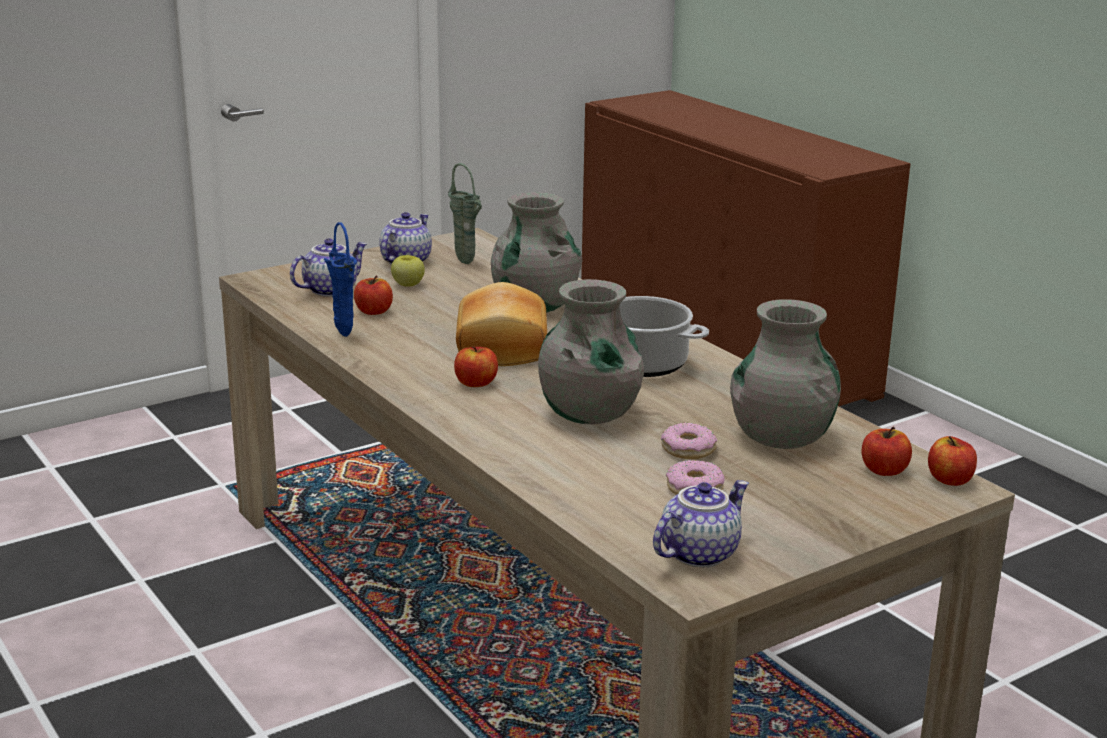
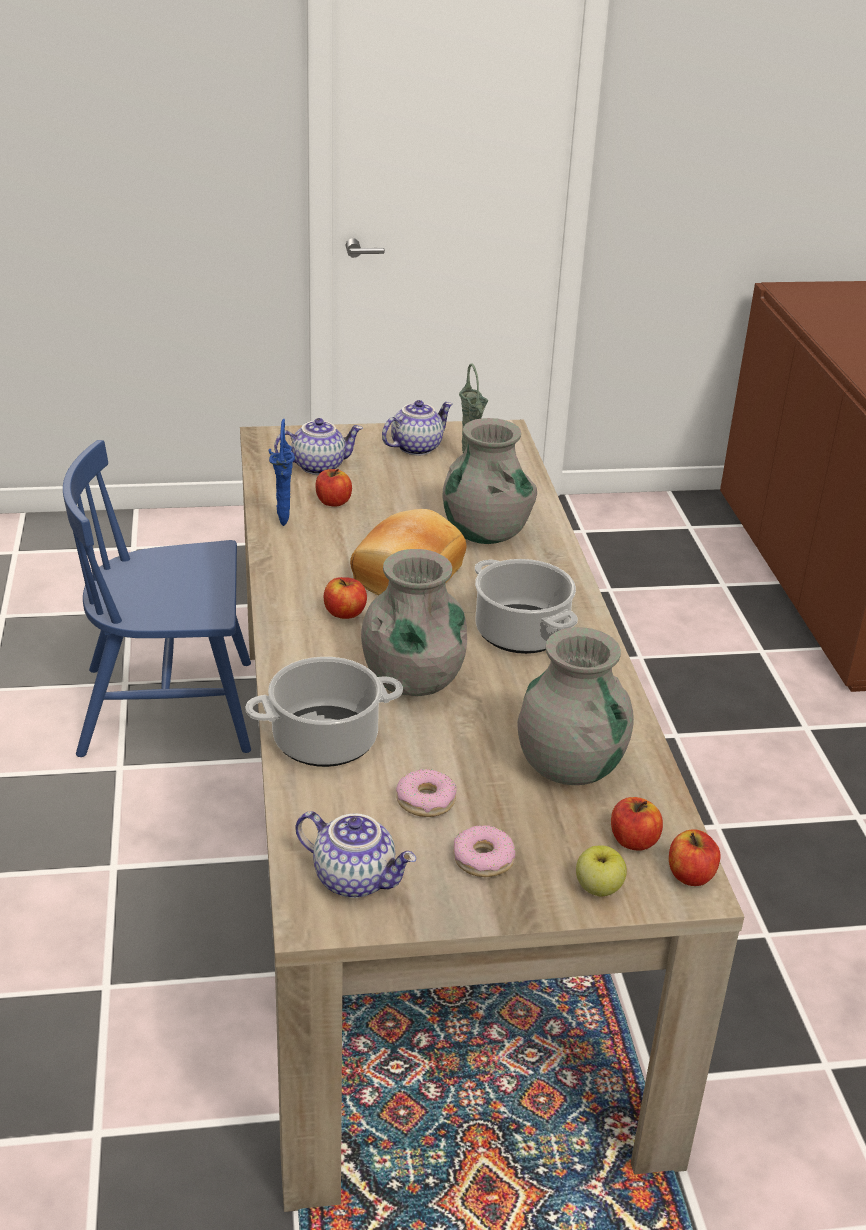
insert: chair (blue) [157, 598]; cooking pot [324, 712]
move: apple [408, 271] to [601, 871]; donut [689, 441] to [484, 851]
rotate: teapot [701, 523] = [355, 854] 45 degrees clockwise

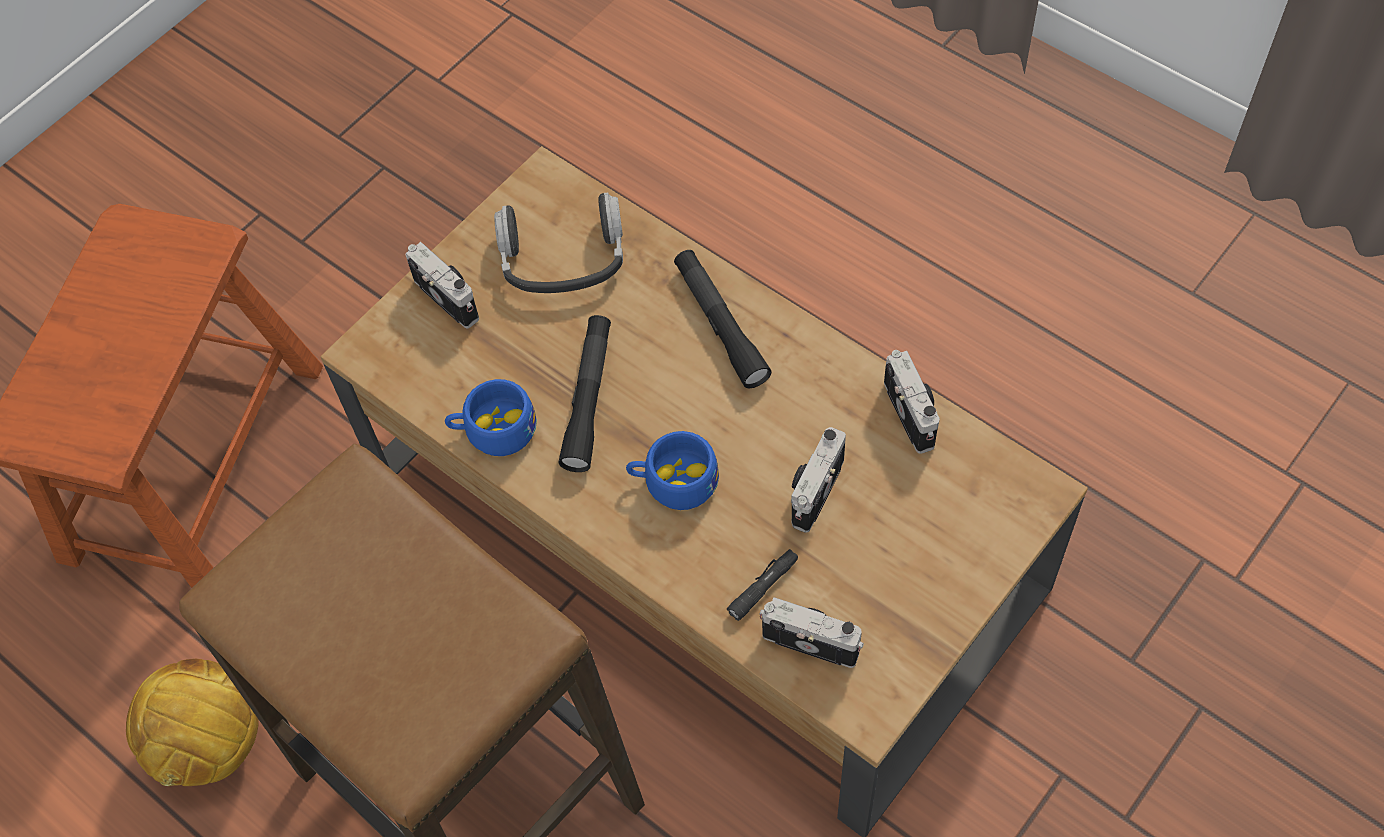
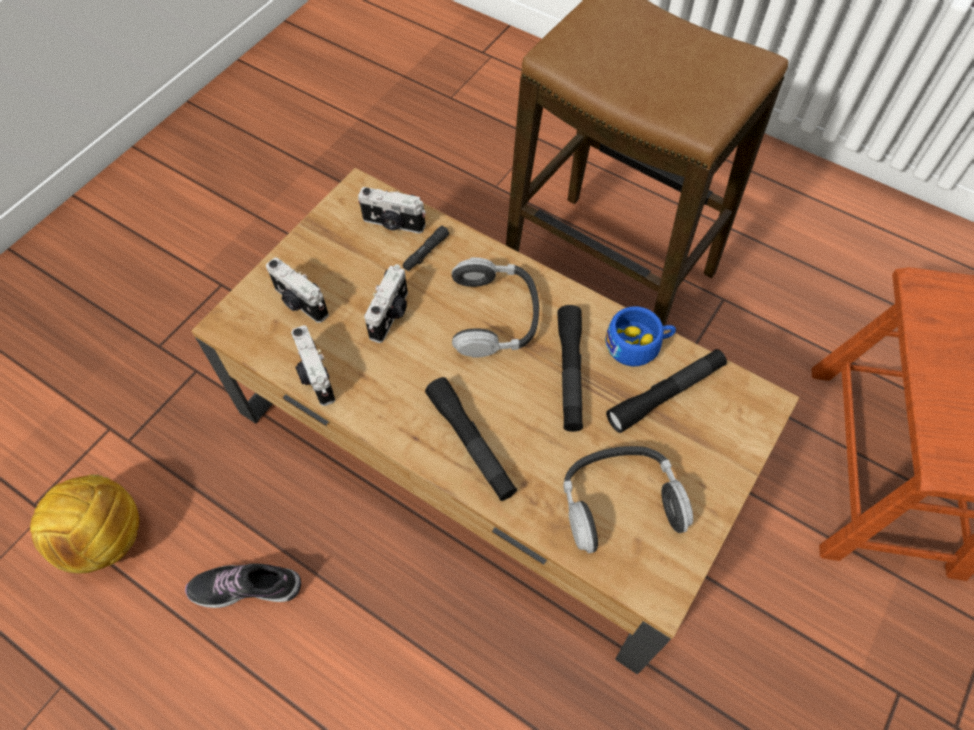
insert: shoe [243, 585]; flashlight (black) [666, 391]
move: football [192, 722] to [84, 524]; photo camera [442, 285] to [297, 290]
replace: cup (blue) [672, 470] to headphones [495, 307]

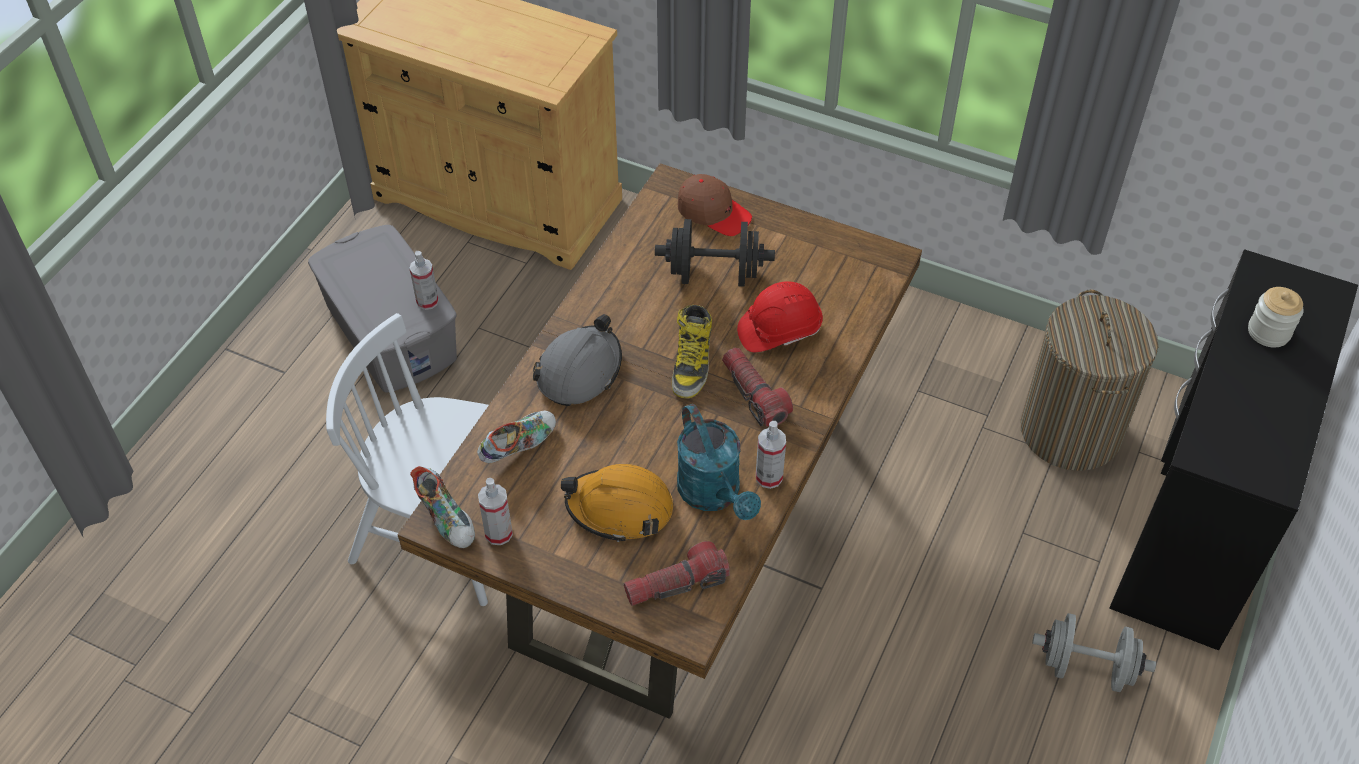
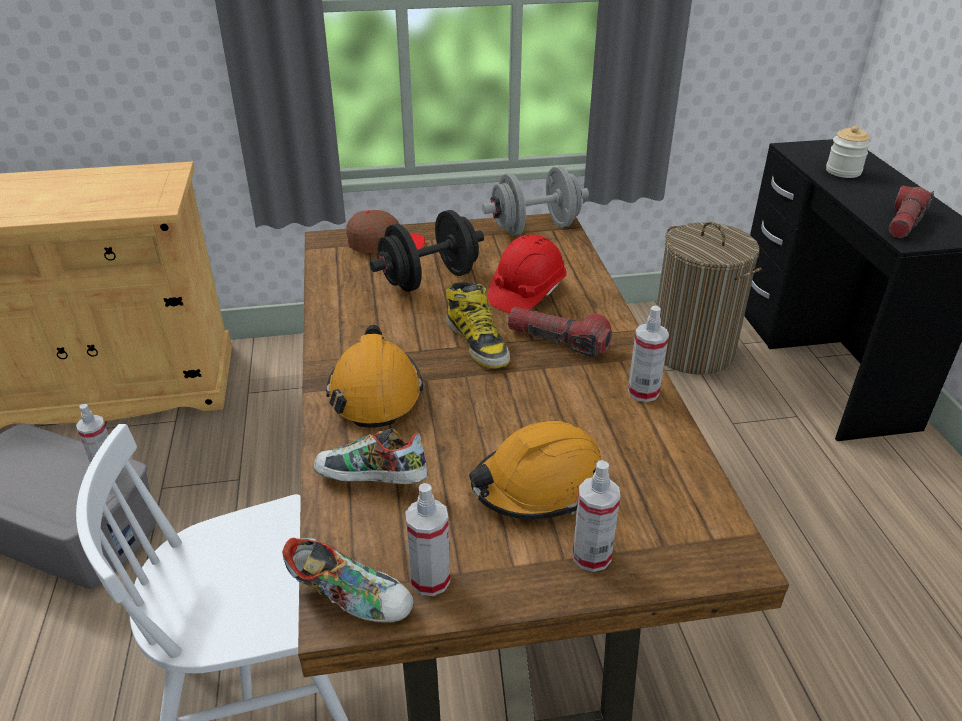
delete: watering can (turquoise) [719, 462]
insert: spray bottle [596, 516]
move: flashlight [677, 573] to [911, 211]; dumbbell (grey) [1094, 652] to [535, 201]
recolor: hard hat (grey) [577, 360] to hard hat (orange) [374, 376]
rotate: shoe [516, 437] = [370, 456] 90 degrees counterclockwise

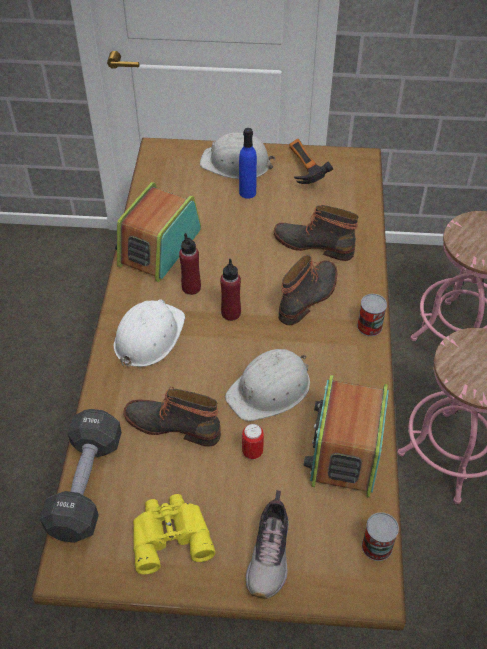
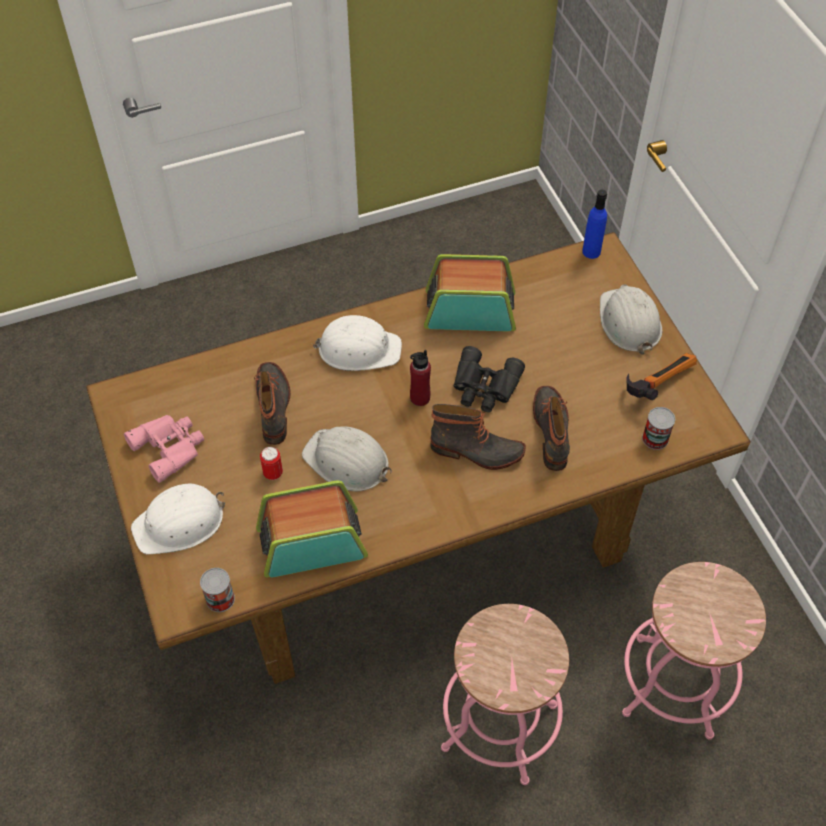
delete: dumbbell (black) [81, 476]; bottle (red) [190, 264]
insert: binoculars (black) [489, 379]
move: bottle (blue) [248, 163] to [594, 224]; can [372, 315] to [658, 428]
replace: shoe [267, 544] to hard hat (white) [178, 519]
recolor: binoculars (yellow) [174, 534] to binoculars (pink) [164, 449]

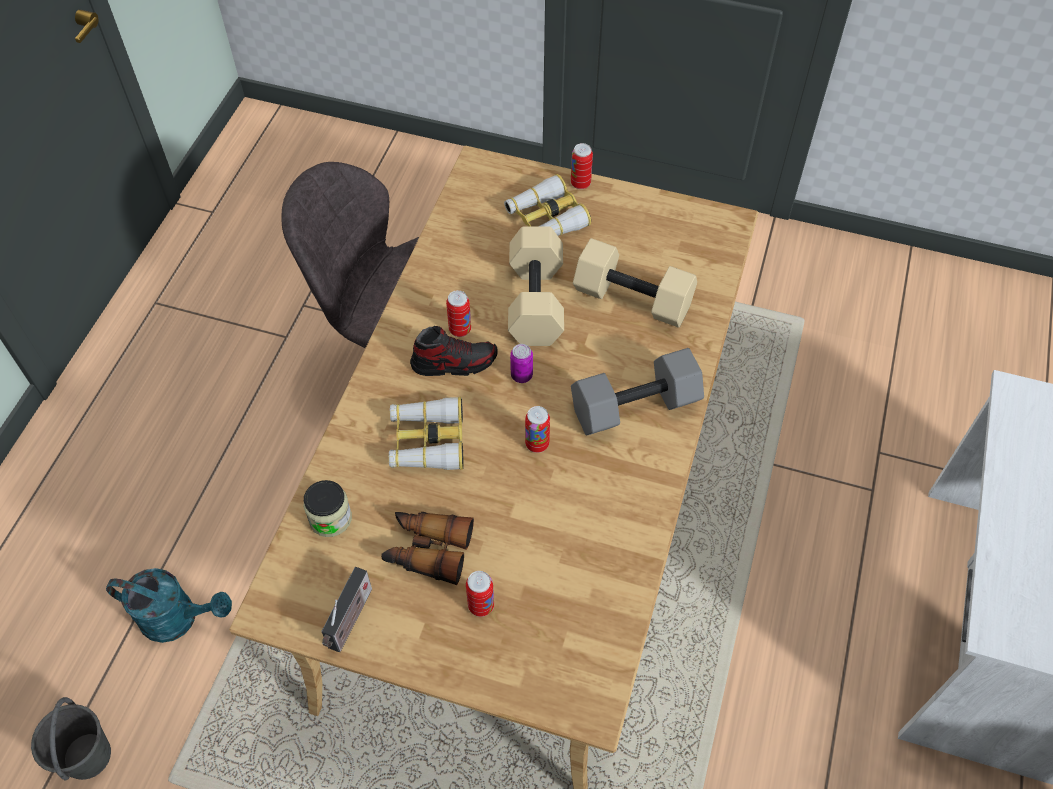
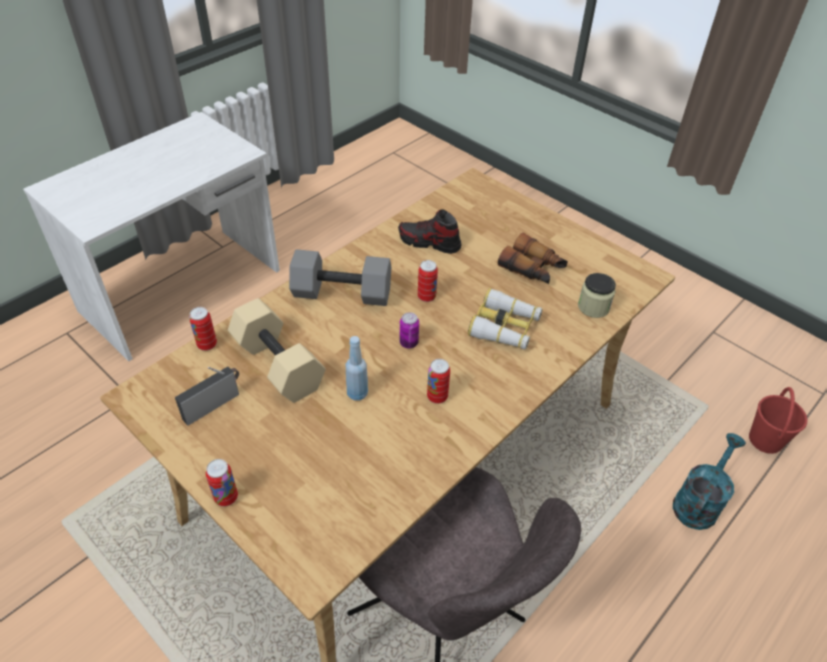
delete: binoculars [547, 205]
move: radio [346, 610] to [207, 396]; shoe [454, 351] to [429, 231]; can [480, 594] to [203, 329]
replace: dumbbell (beige) [536, 286] to bottle (blue) [356, 368]
recolor: bucket (grey) [71, 738] to bucket (red) [778, 420]
rotate: watering can (turquoise) [169, 605] = [709, 481] 90 degrees clockwise

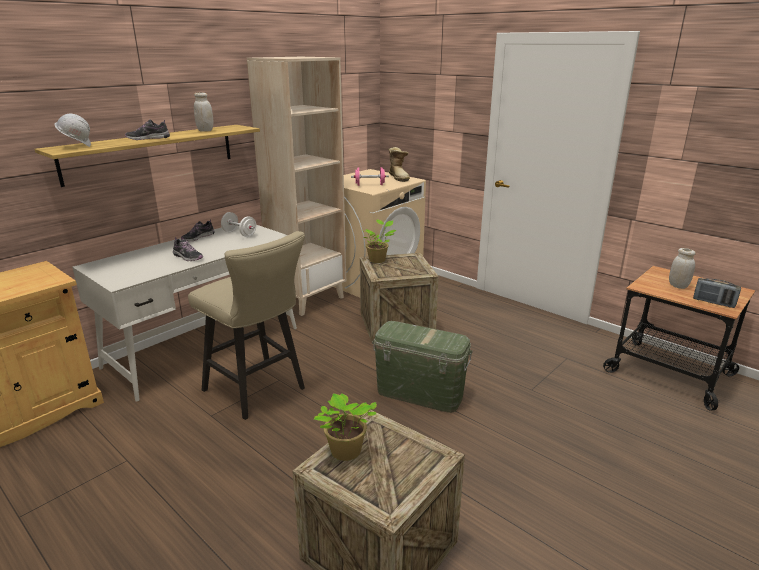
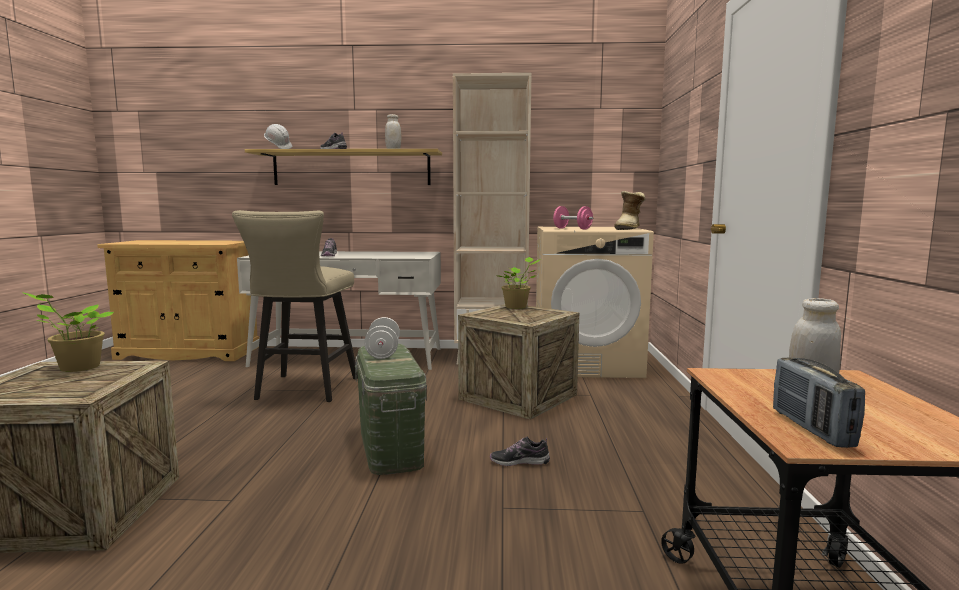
move: shoe [197, 230] to [520, 451]; dumbbell (white) [238, 224] to [382, 338]

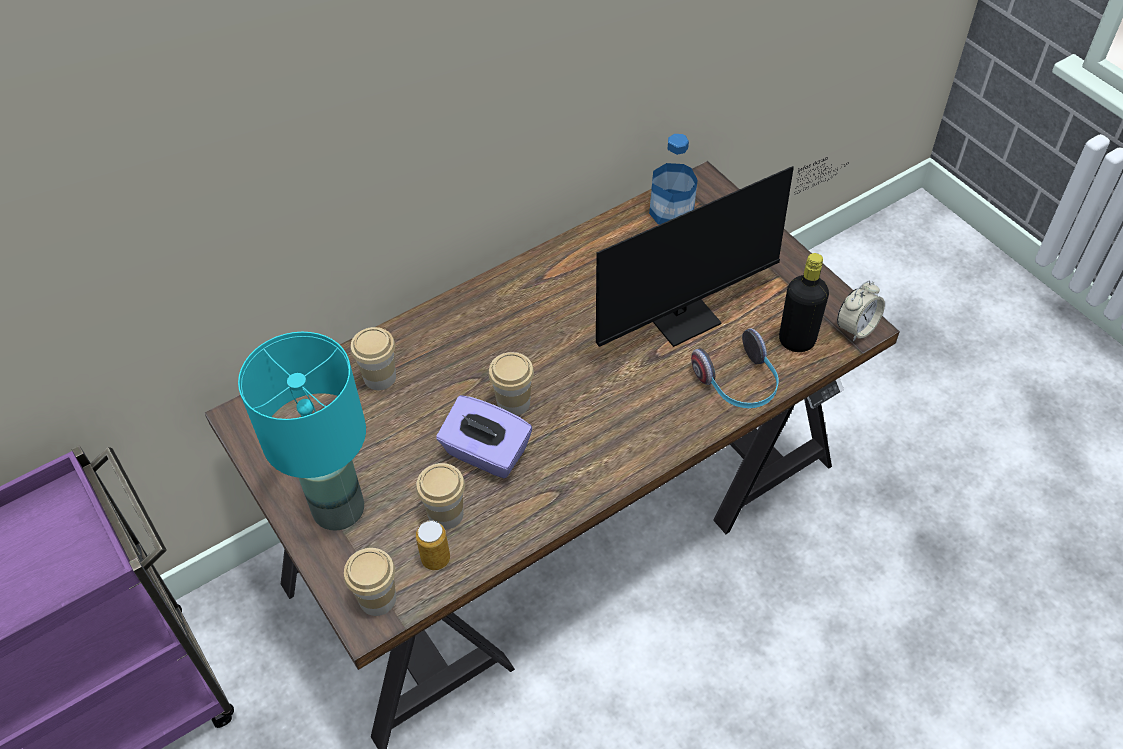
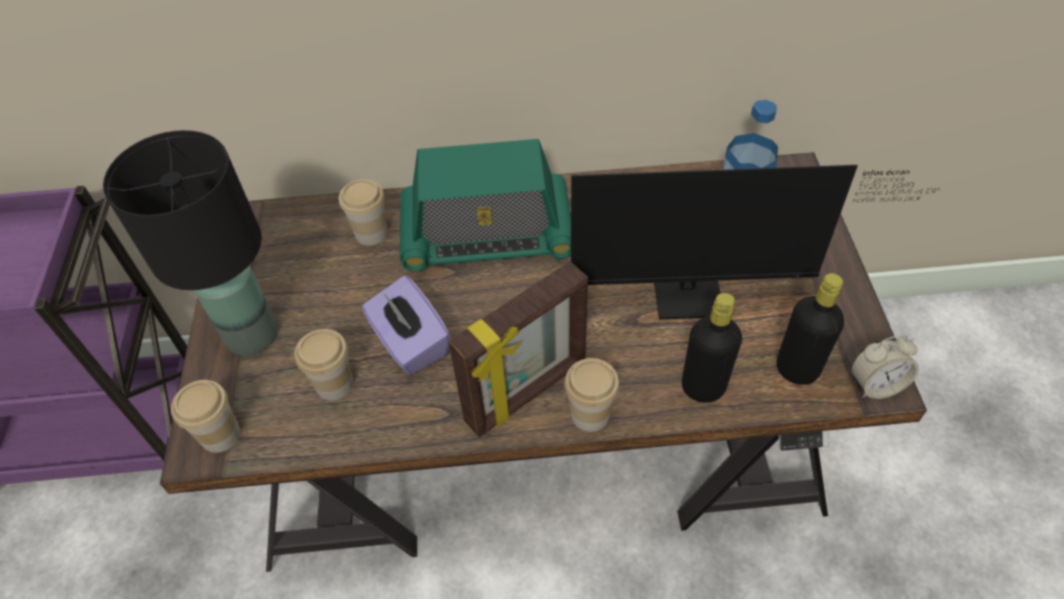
delete: can [433, 545]
insert: radio [485, 205]; picture frame [518, 349]
move: cup [511, 384] to [591, 395]
replace: headphones [734, 368] to bottle (black) [712, 348]
recolor: table lamp (turquoise) [302, 431] to table lamp (black) [190, 243]

